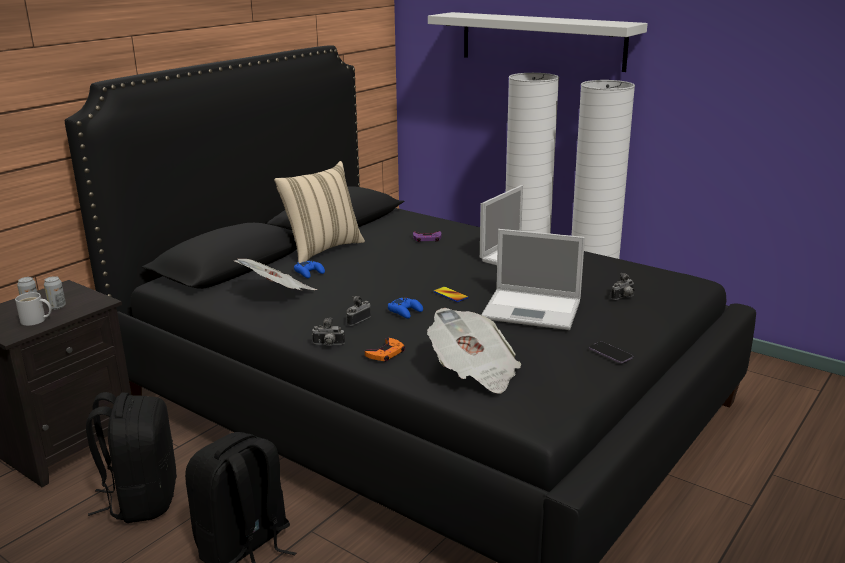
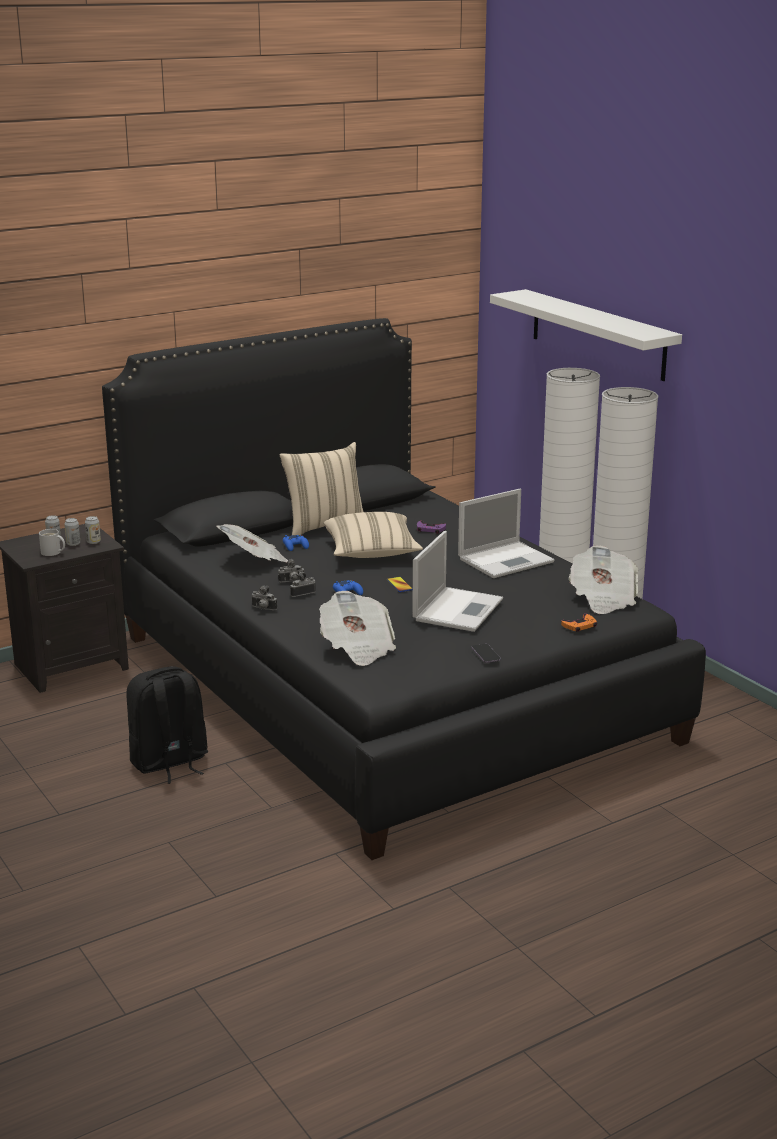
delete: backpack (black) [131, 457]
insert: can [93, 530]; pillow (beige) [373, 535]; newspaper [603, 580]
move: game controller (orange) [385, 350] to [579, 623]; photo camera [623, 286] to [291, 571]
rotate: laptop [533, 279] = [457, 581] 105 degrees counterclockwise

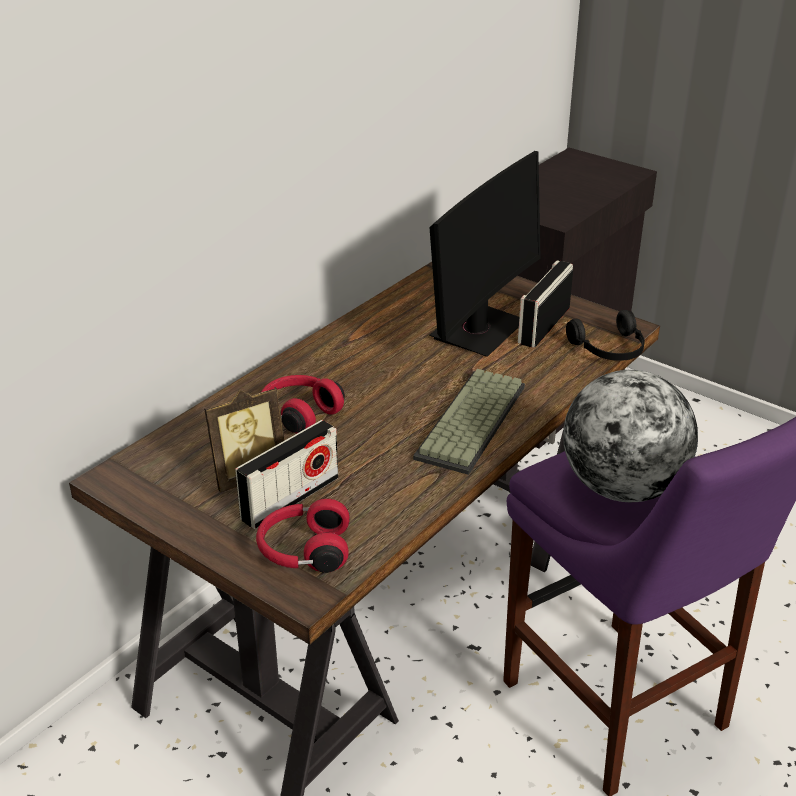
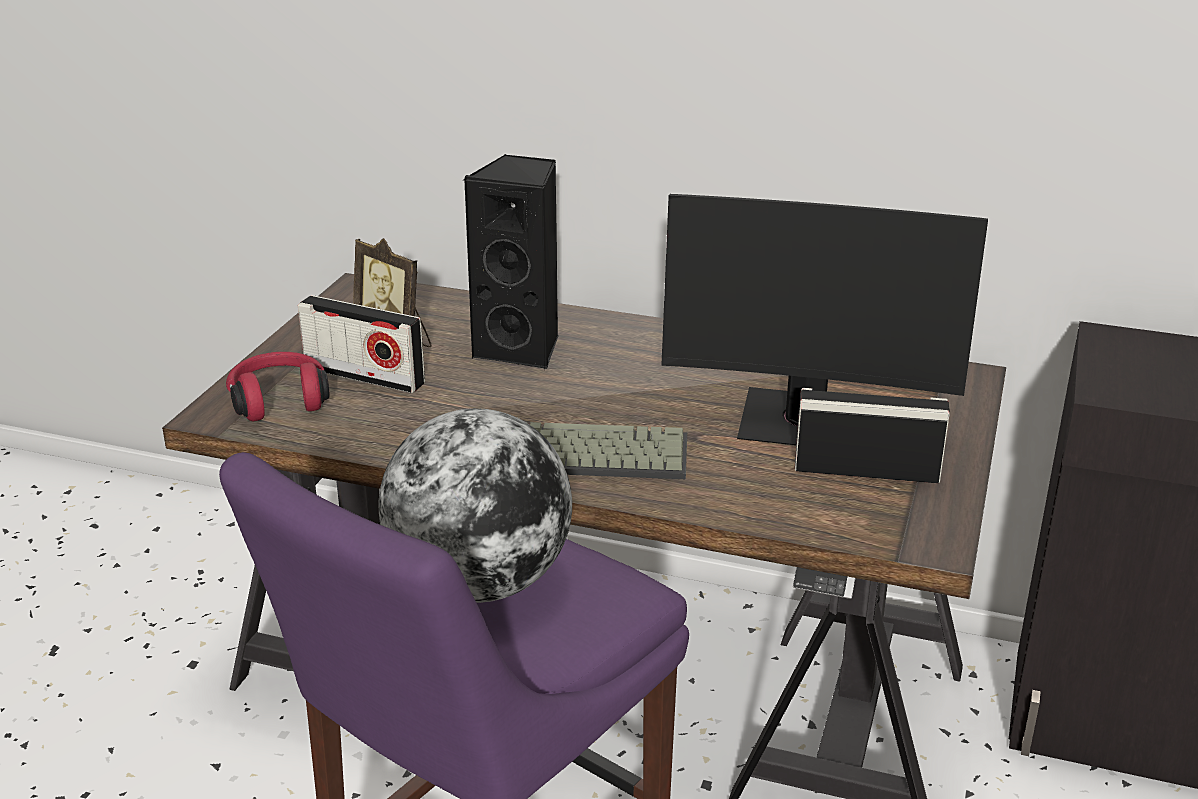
delete: headphones (black) [605, 335]
replace: headphones (red) [303, 404] to speaker (black) [511, 262]

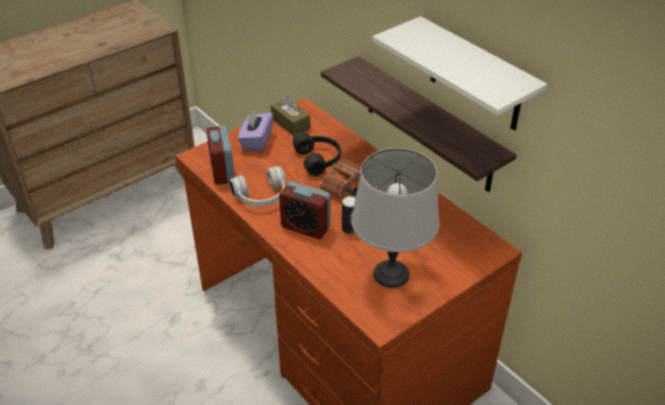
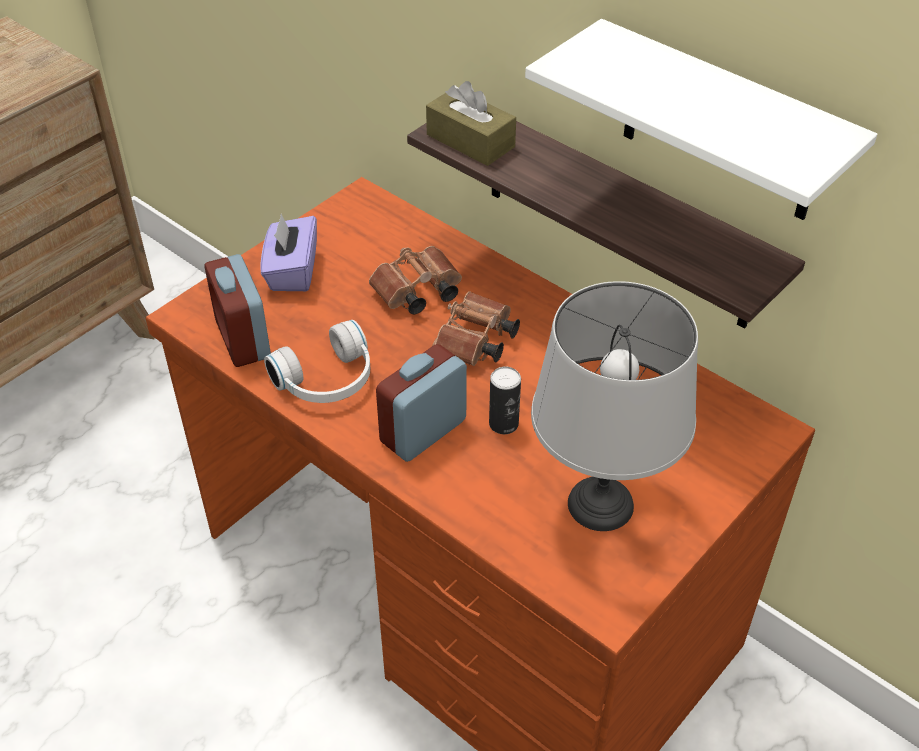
move: tissue box (brown) [290, 116] to [471, 123]
replace: headphones (black) [317, 154] to binoculars (brown) [415, 280]
rotate: alarm clock [305, 210] = [421, 403] 120 degrees clockwise

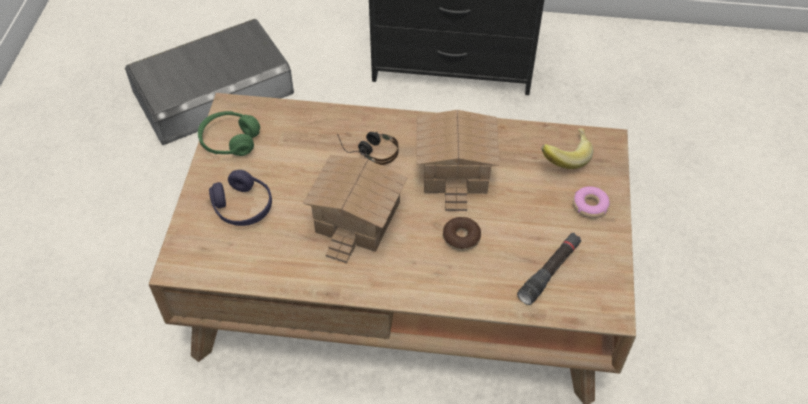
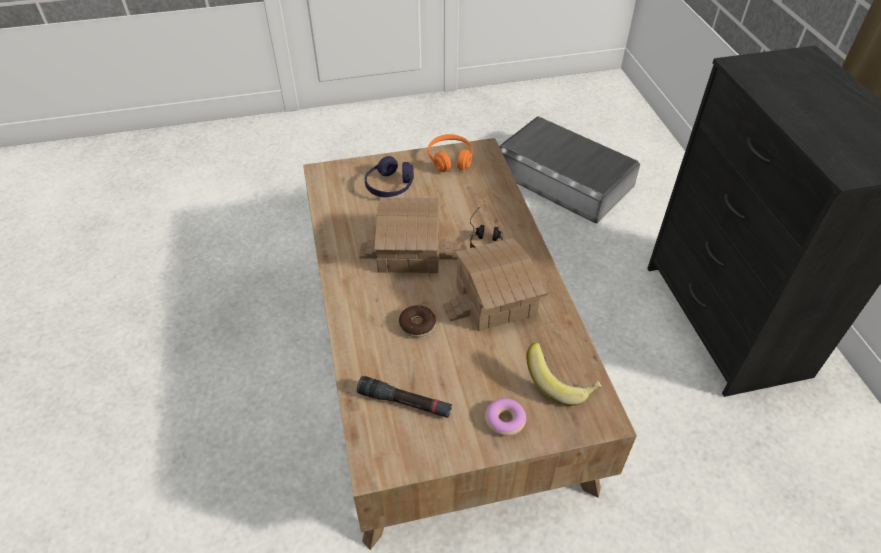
recolor: headphones (green) [229, 133] to headphones (orange) [450, 153]

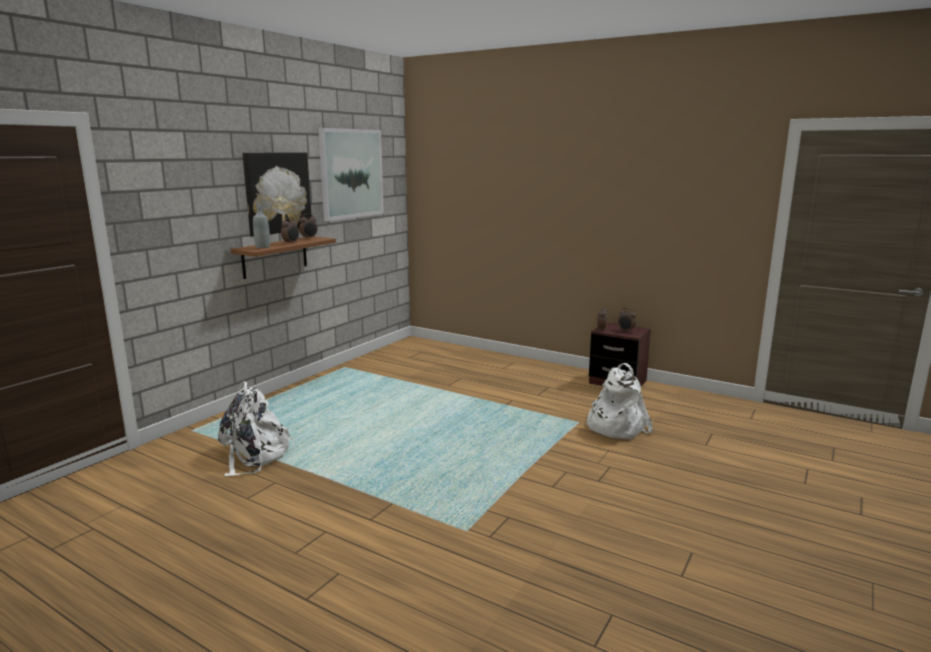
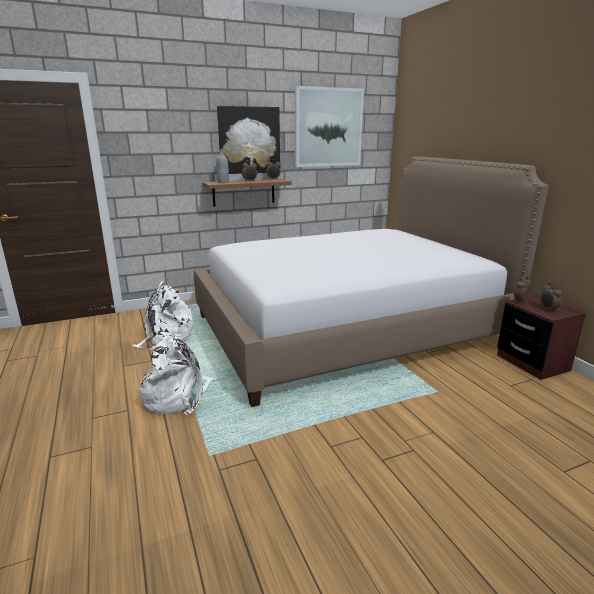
insert: bed [371, 281]
move: backpack (white) [619, 401] to [177, 374]

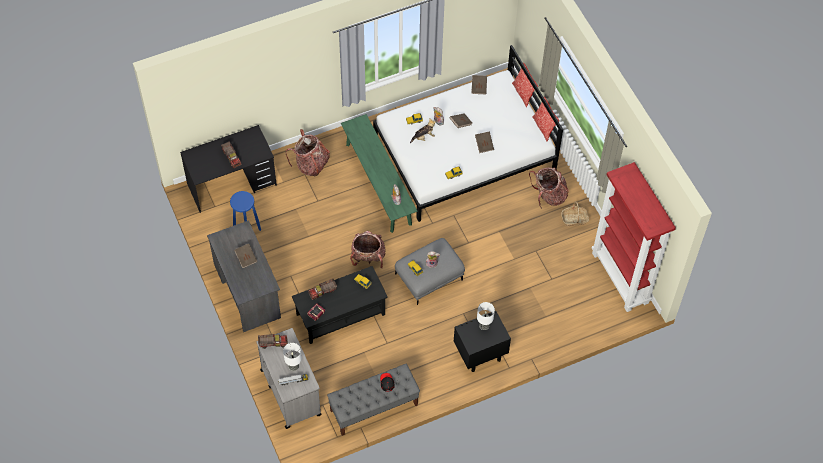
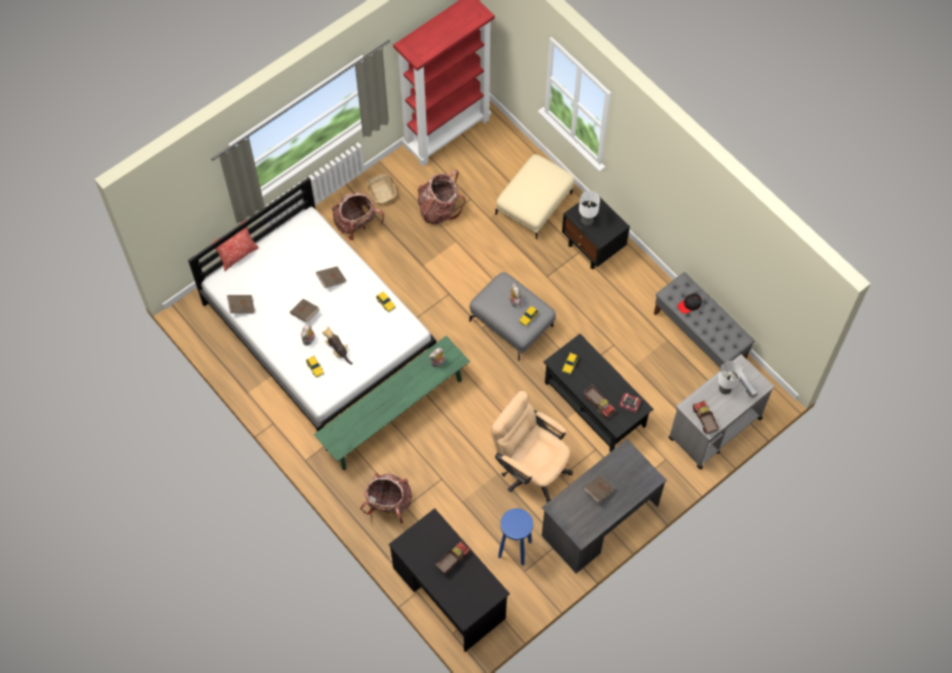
delete: pillow [545, 119]
insert: office chair (beige) [532, 447]; ottoman (beige) [535, 196]
move: backpack [367, 249] to [441, 197]

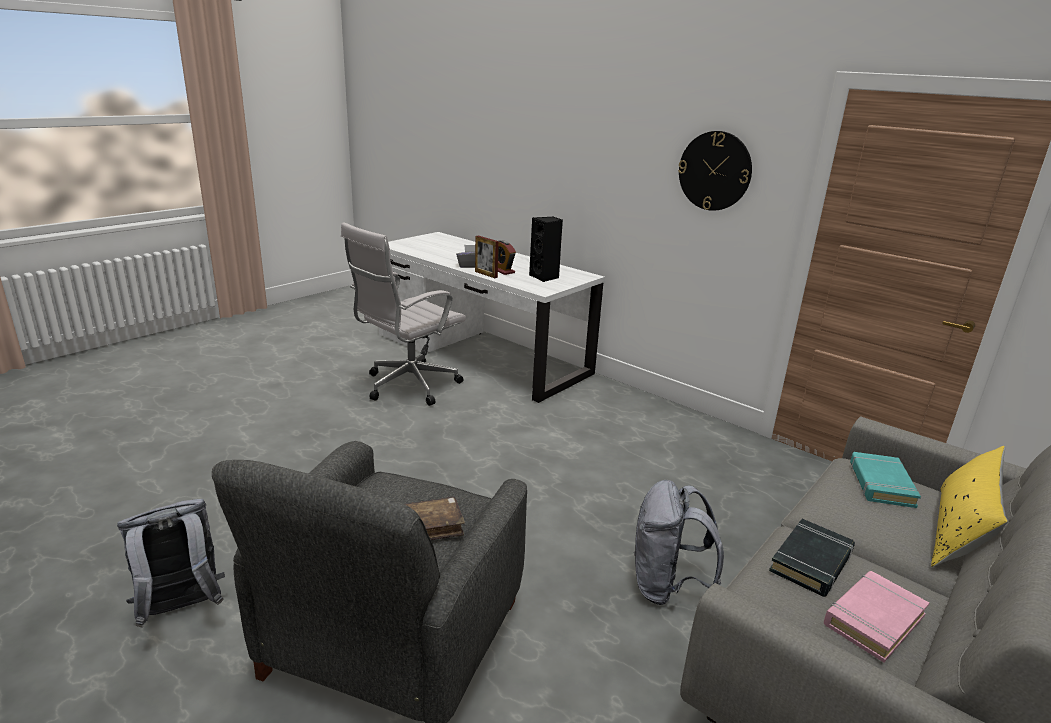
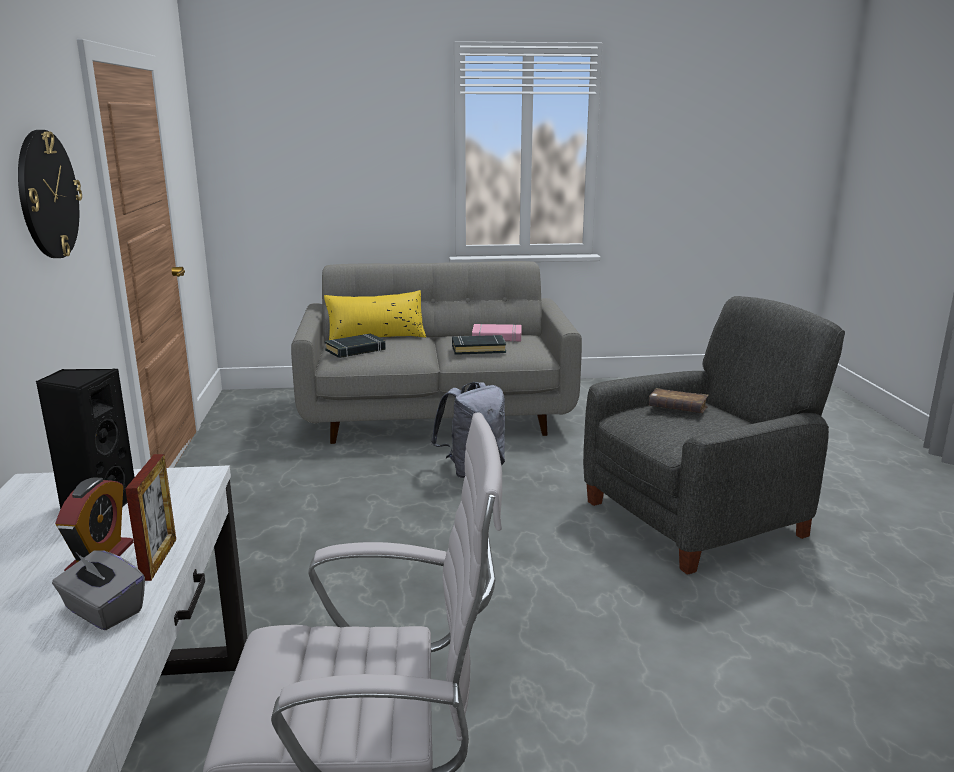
delete: backpack (grey) [171, 563]
recolor: book (turquoise) [885, 480] to book (black) [355, 345]

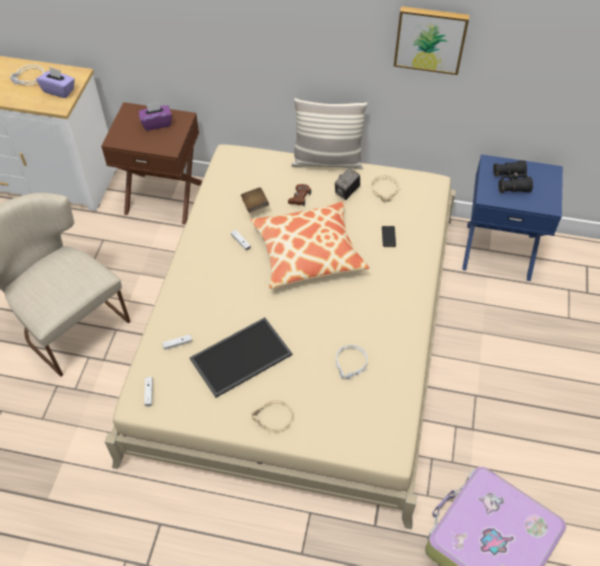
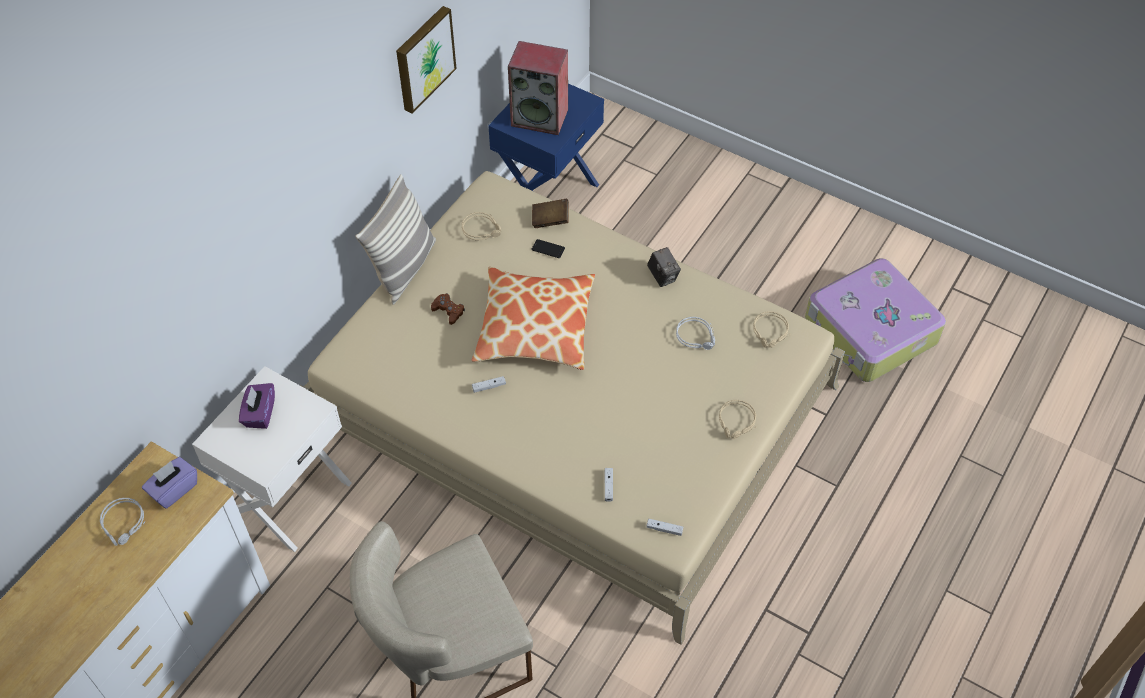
delete: tray [241, 357]
insert: headphones (beige) [771, 329]
move: book (brown) [255, 200] to [550, 213]; photo camera [347, 184] to [664, 267]
replace: binoculars (black) [513, 176] to speaker [538, 88]
recolor: nightstand (brown) [151, 163] to nightstand (white) [272, 459]

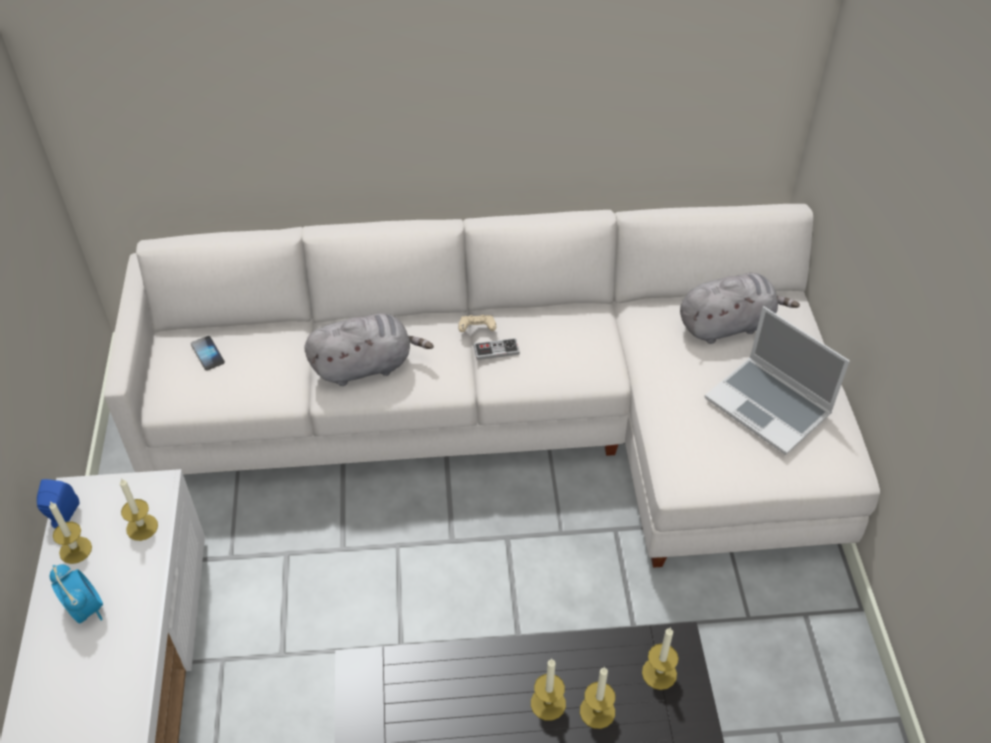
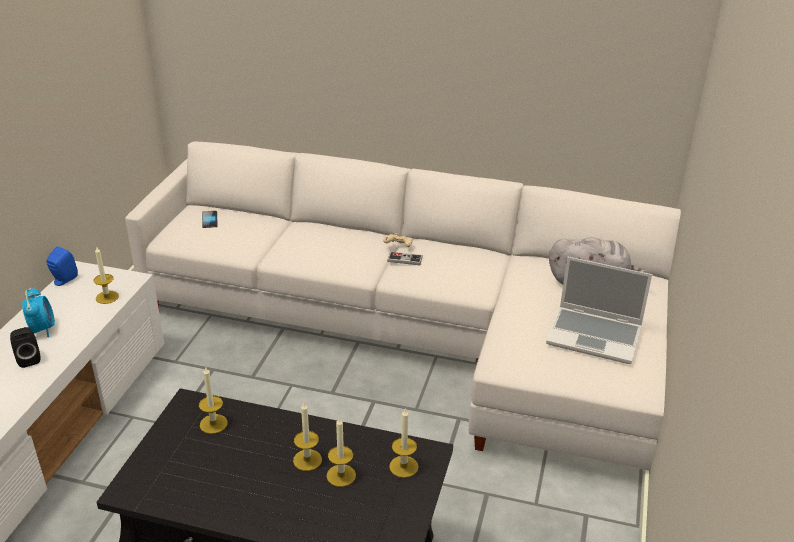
delete: plush toy (grey) [369, 349]
insert: speaker (black) [25, 347]
move: candle [70, 532] to [213, 400]
rotate: laptop [777, 380] = [599, 310] 45 degrees counterclockwise

